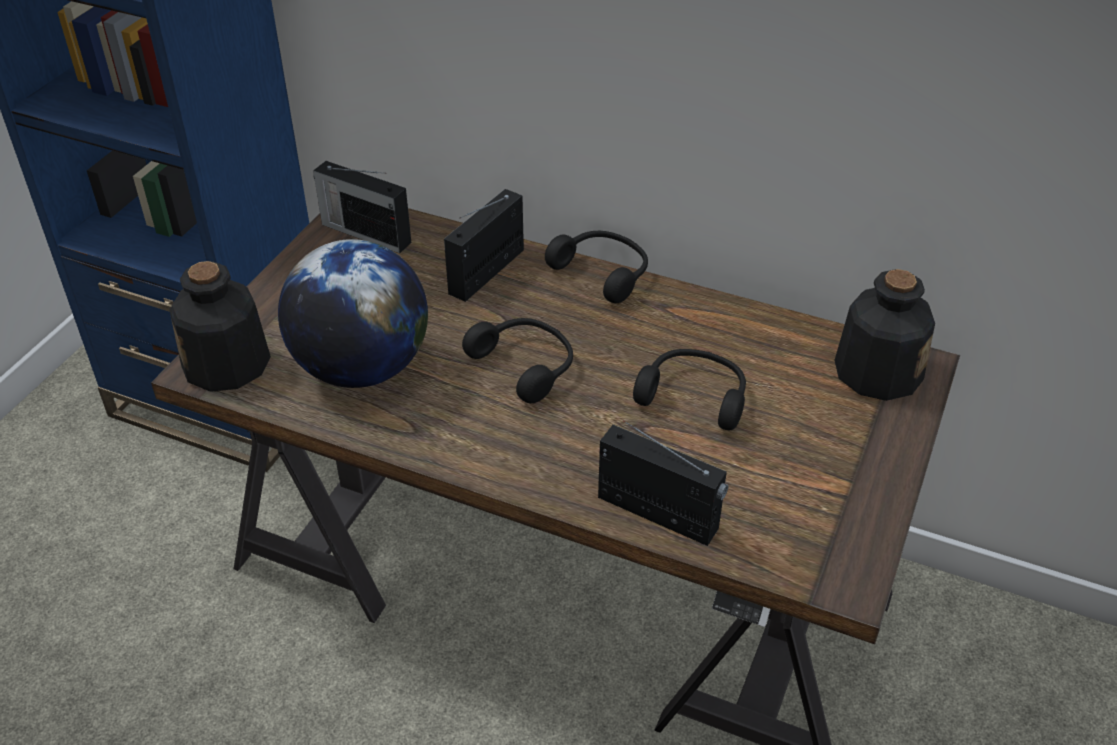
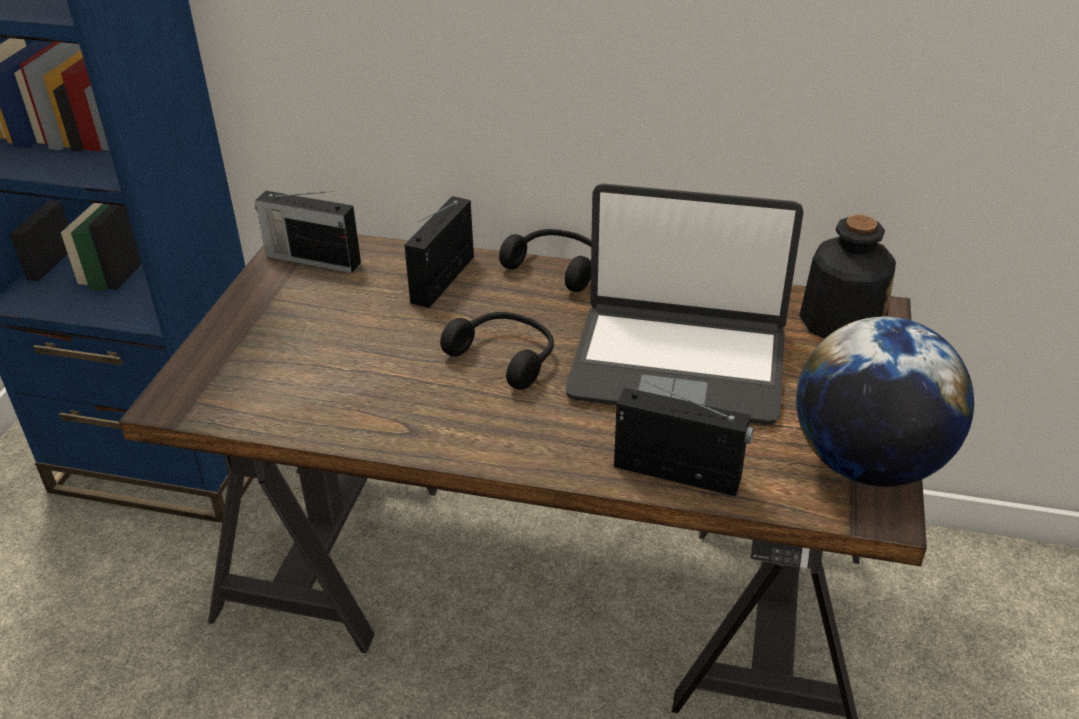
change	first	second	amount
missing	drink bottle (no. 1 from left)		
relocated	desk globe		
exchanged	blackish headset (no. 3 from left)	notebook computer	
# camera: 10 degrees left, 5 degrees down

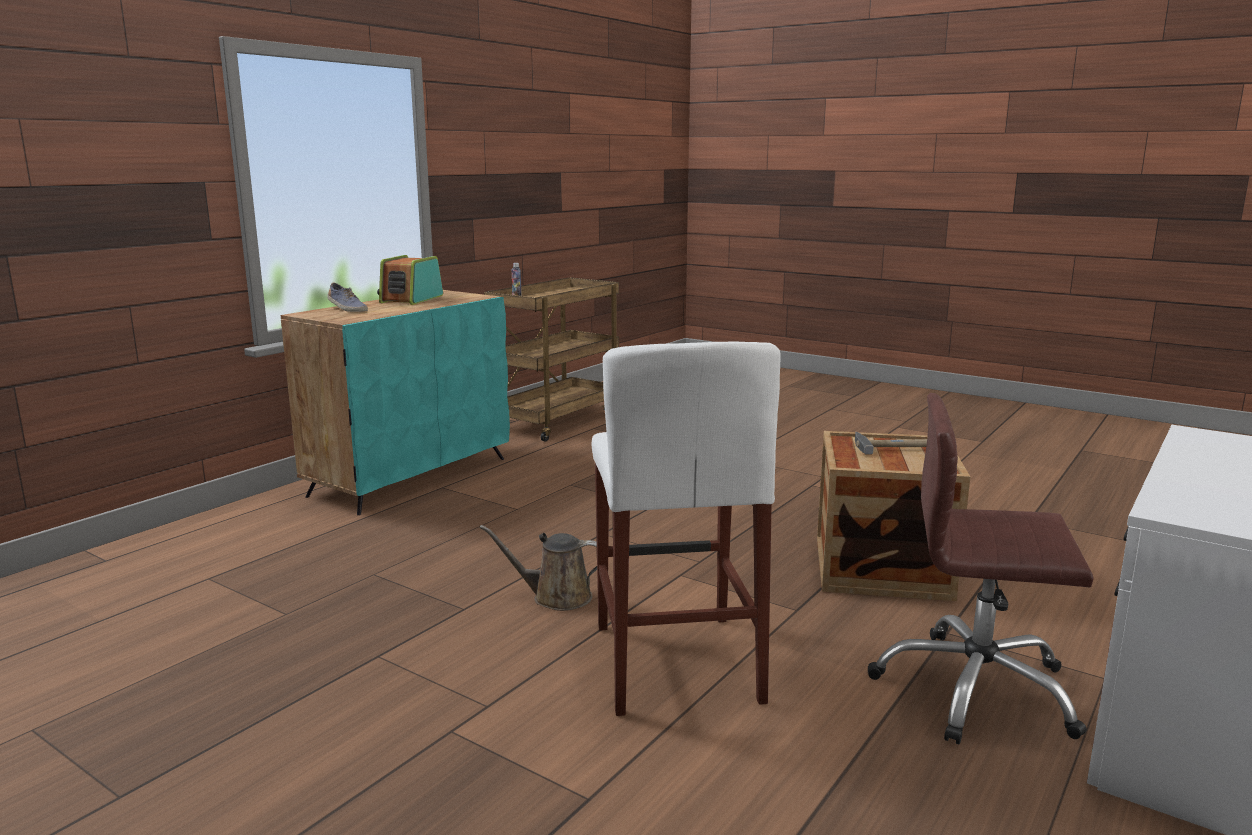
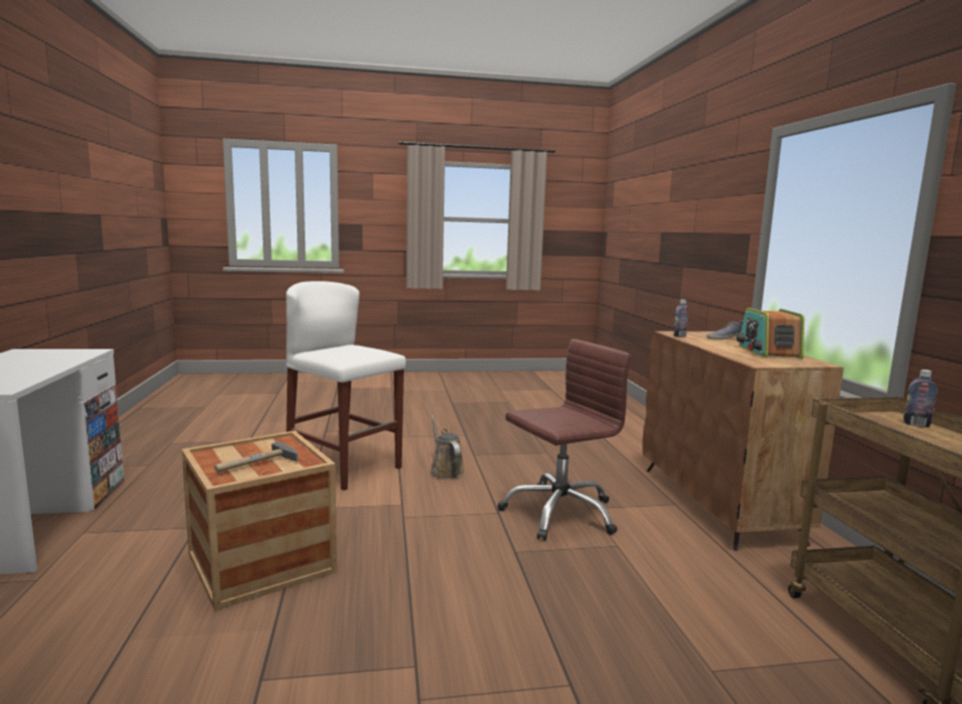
change	first	second	amount
colour	turquoise-coloured storage cabinet	brown-coloured storage cabinet	
spun	radio set		150 degrees counterclockwise
spun	brown-coloured sprinkling can		75 degrees counterclockwise
relocated	brown-coloured computer chair		
appeared		drink bottle (no. 1 from left)	
# camera: 135 degrees right, 5 degrees down

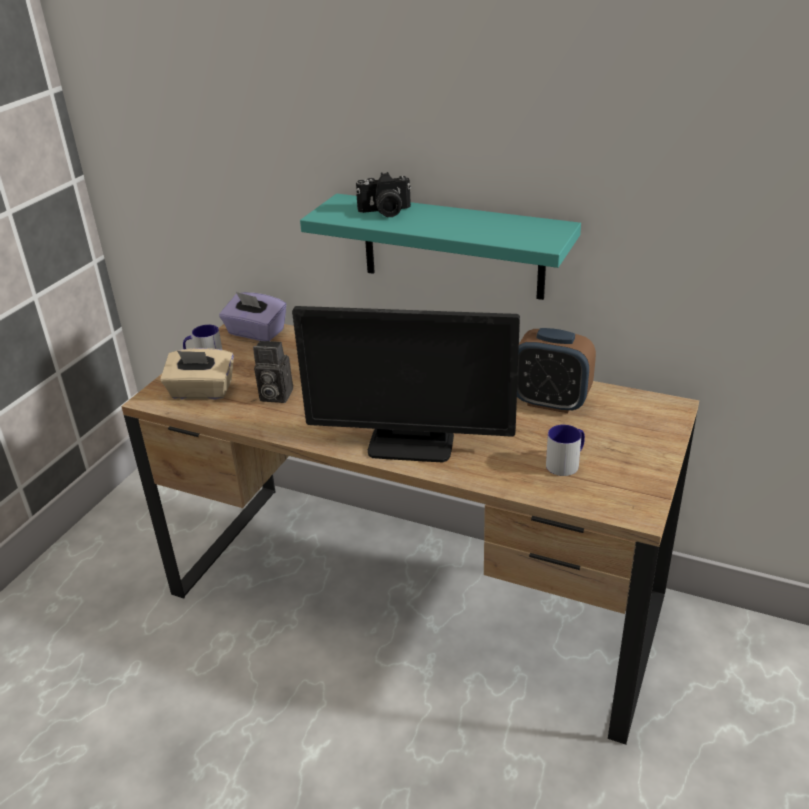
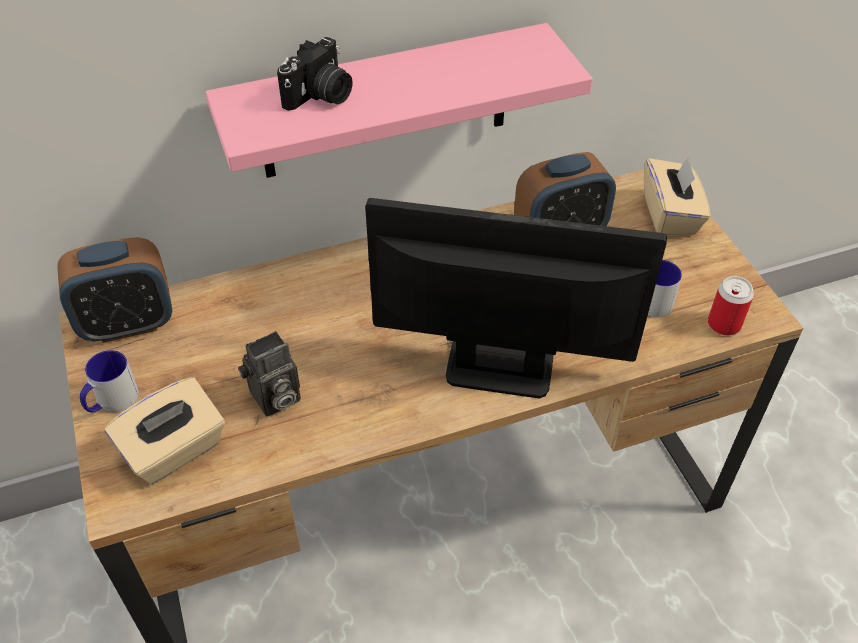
change	first	second	amount
exchanged	purplish box of tissues	table clock (no. 1 from left)	
spun	monitor		135 degrees counterclockwise
colour	turquoise-coloured wall shelf	pinkish wall shelf	
appeared		beige-coloured box of tissues (no. 2 from left)	
appeared		can	
# camera: 45 degrees left, 15 degrees up

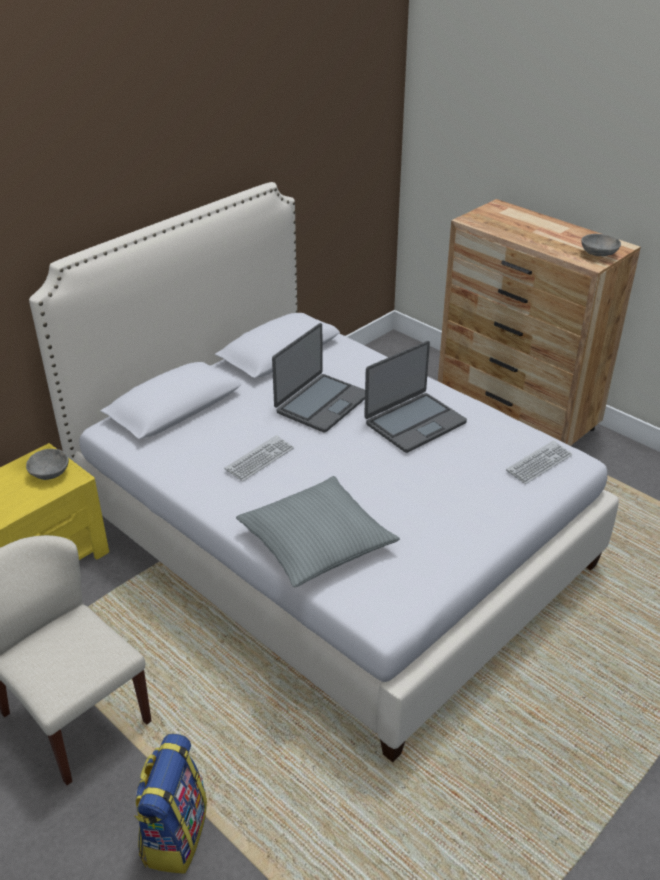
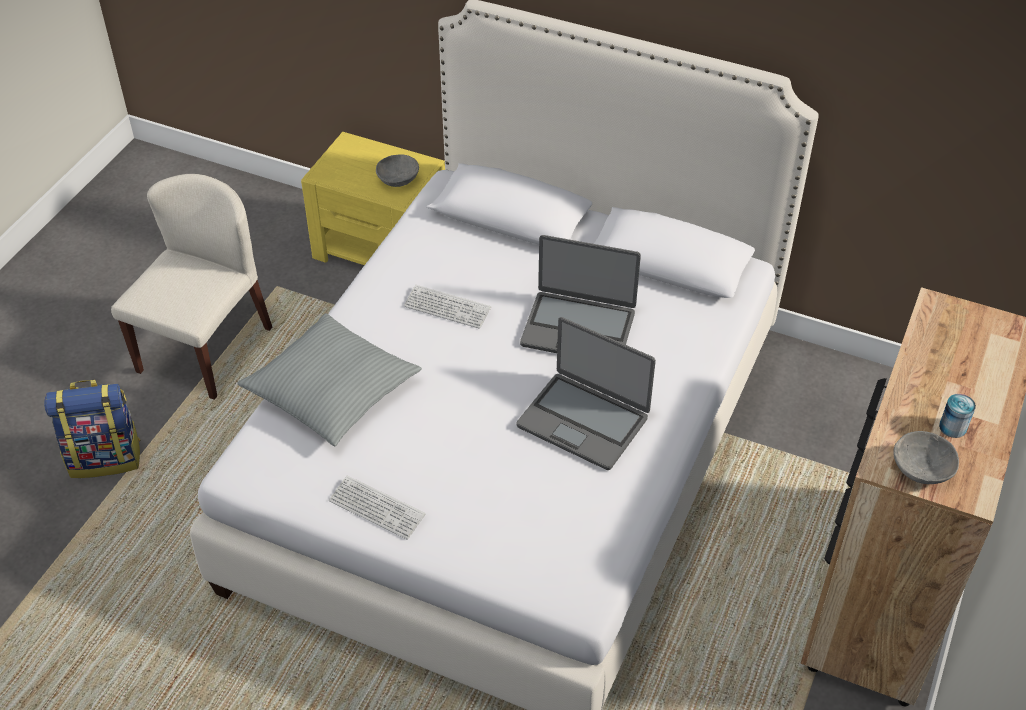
change	first	second	amount
relocated	computer keyboard (no. 2 from left in the first image)	computer keyboard (no. 1 from left)	
appeared		can	
# camera: 70 degrees right, 10 degrees up

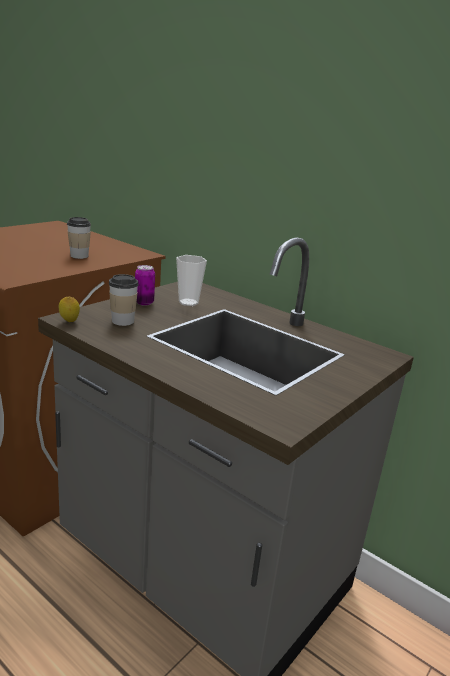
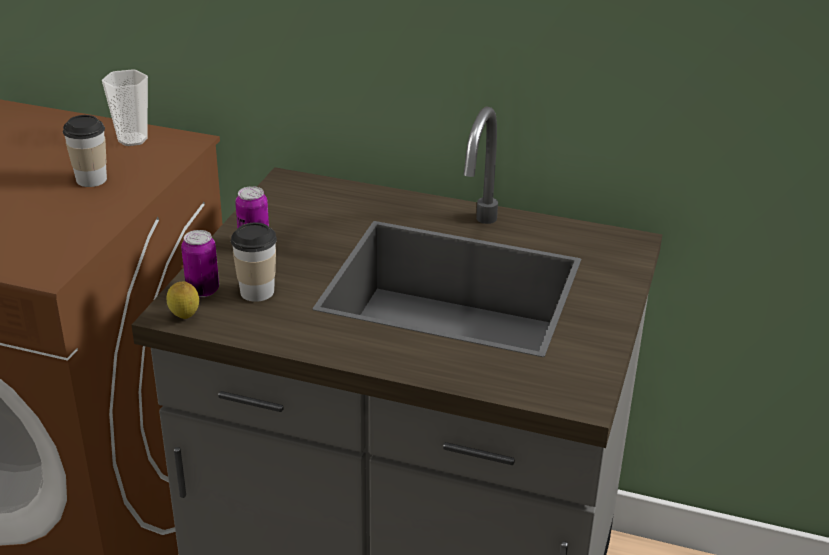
change	first	second	amount
relocated	cup (no. 3 from left in the first image)	cup (no. 2 from left)	
appeared		can (no. 1 from left)	
# camera: 20 degrees left, 10 degrees up

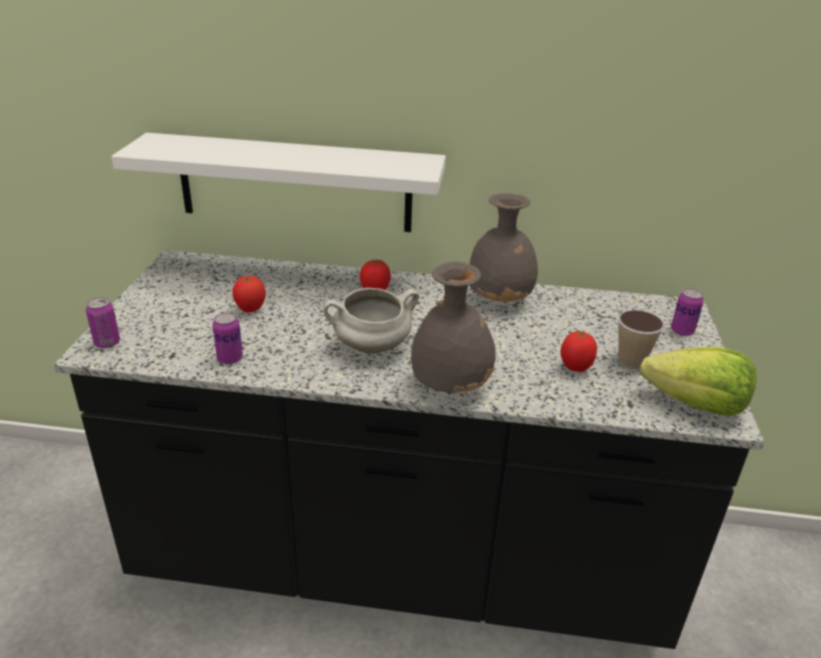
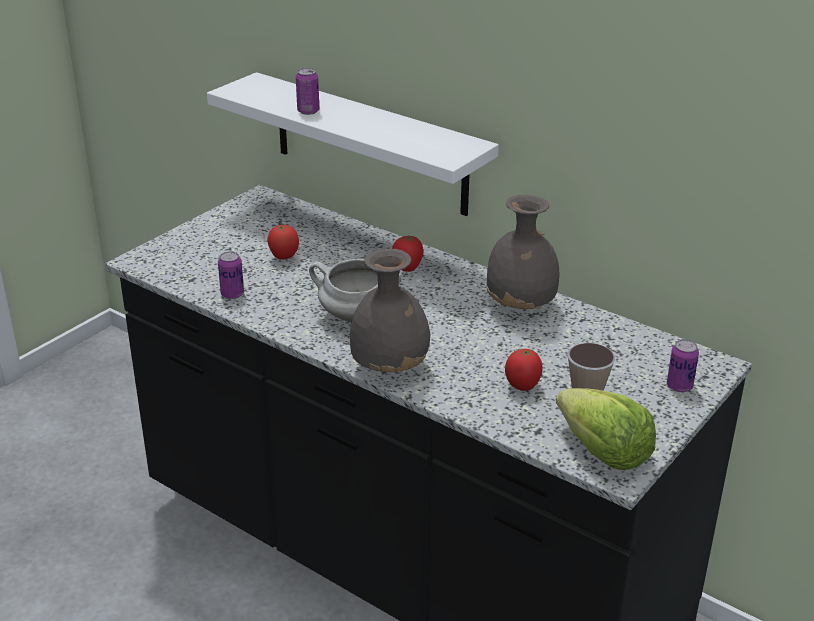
change	first	second	amount
relocated	can (no. 1 from left in the first image)	can (no. 2 from left)	
# camera: 30 degrees right, 0 degrees up

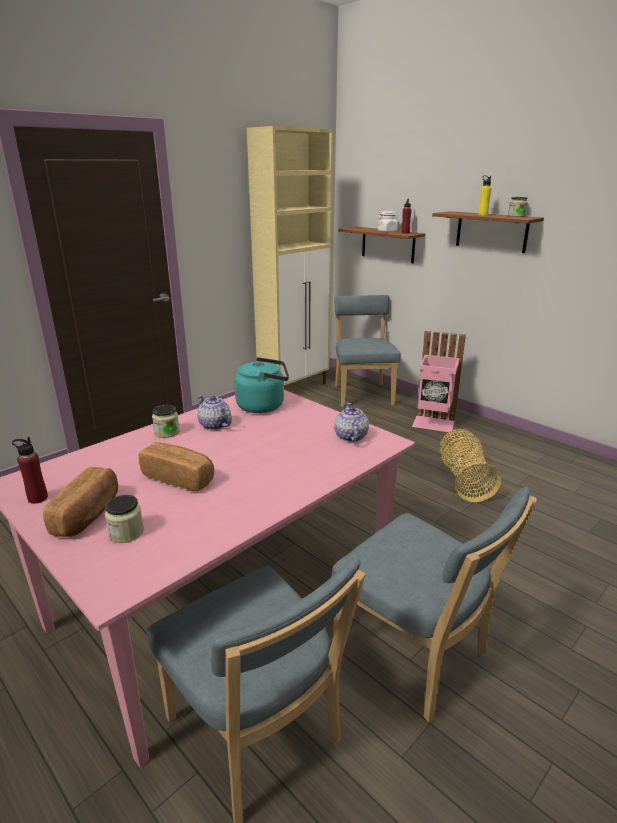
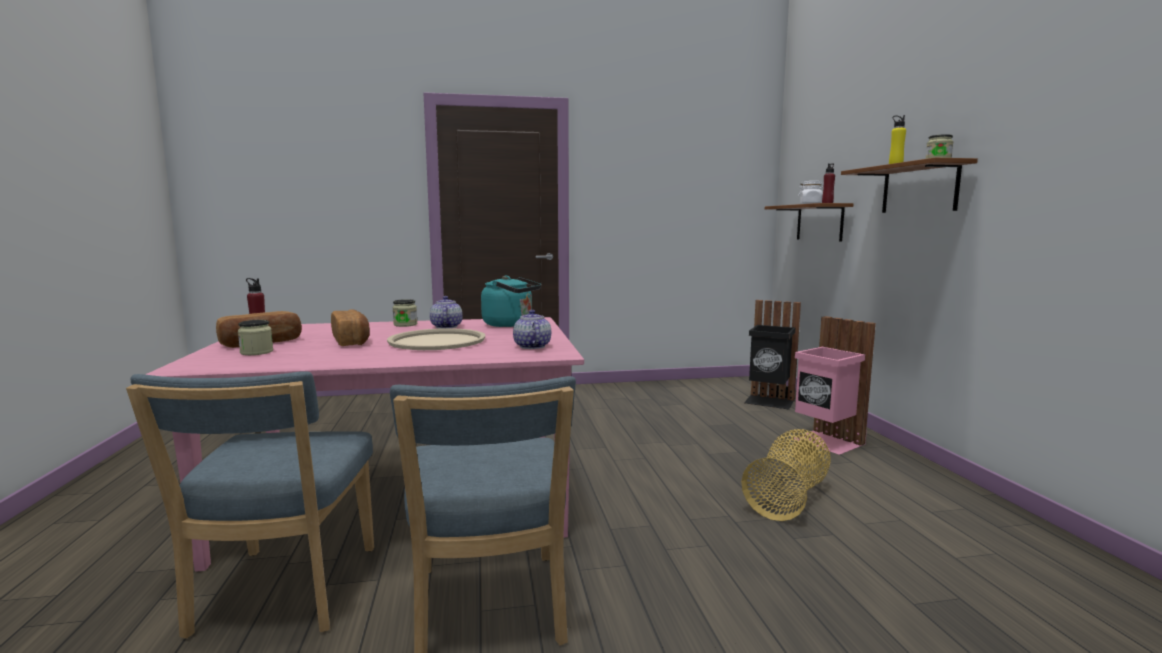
change	first	second	amount
missing	beige-coloured storage cabinet		
exchanged	bluish chair (no. 2 from left)	blackish waste bin	
spun	tea pot (no. 2 from left)		45 degrees counterclockwise
appeared		beige-coloured serving tray	
# camera: 35 degrees right, 15 degrees down

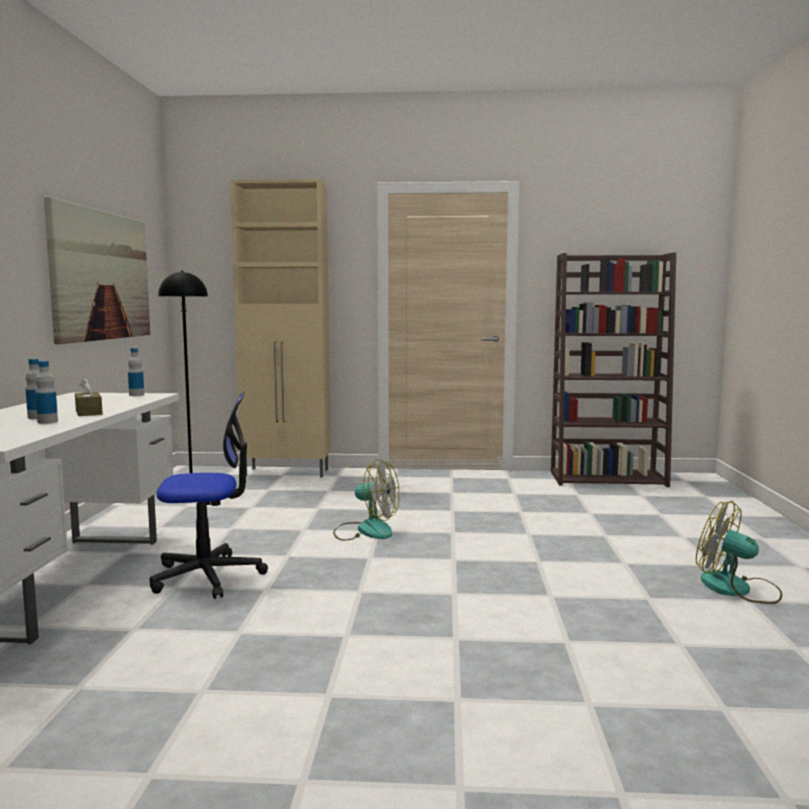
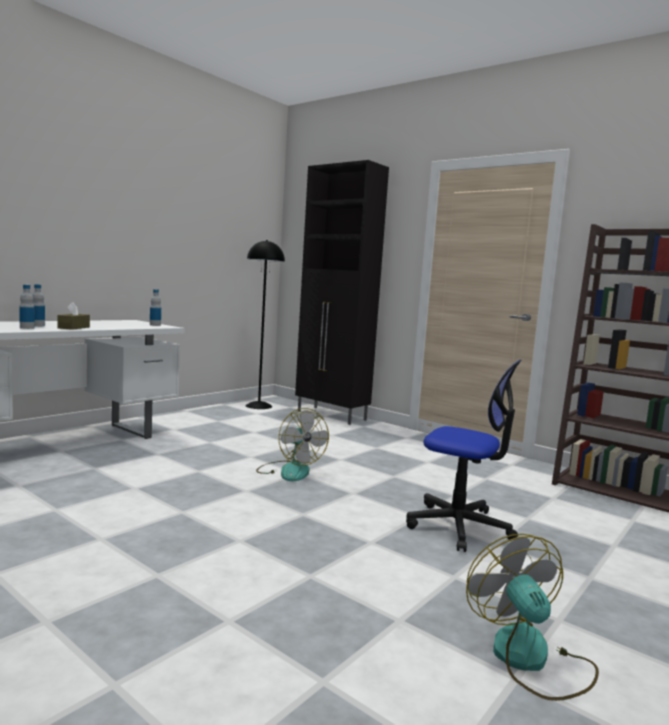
change	first	second	amount
missing	picture		
relocated	computer chair		
colour	beige-coloured storage cabinet	blackish storage cabinet	
# camera: 35 degrees right, 0 degrees up

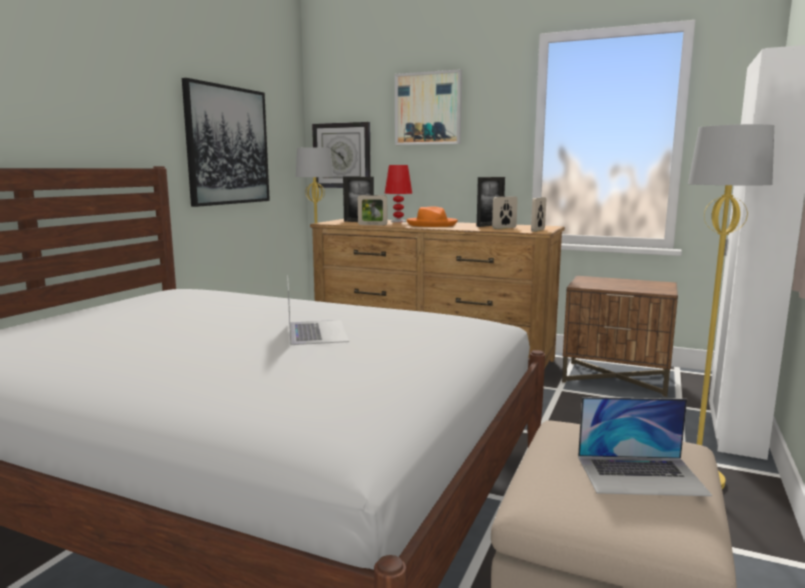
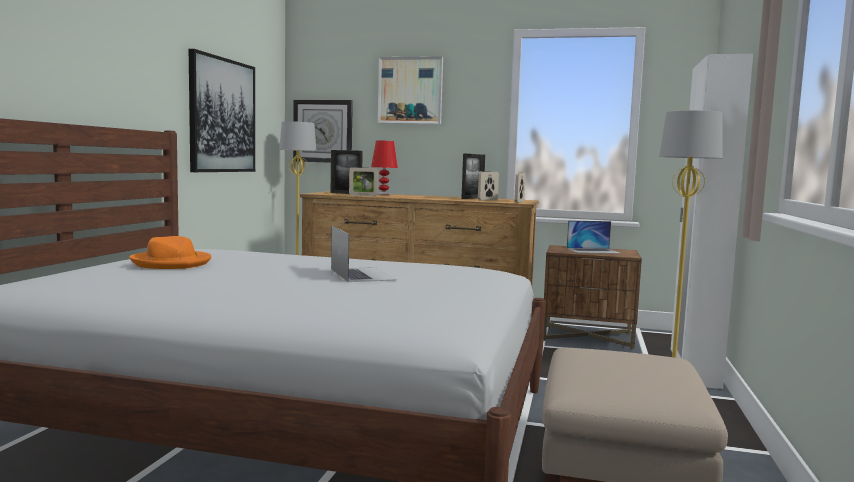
change	first	second	amount
relocated	orange clothing hat		
relocated	notebook computer (no. 2 from left)		
# camera: 10 degrees left, 5 degrees down

